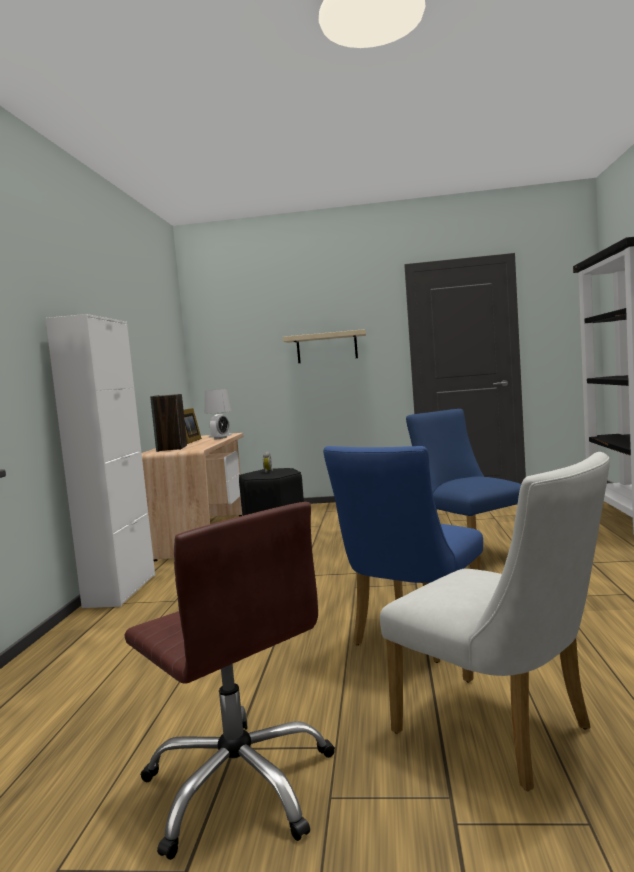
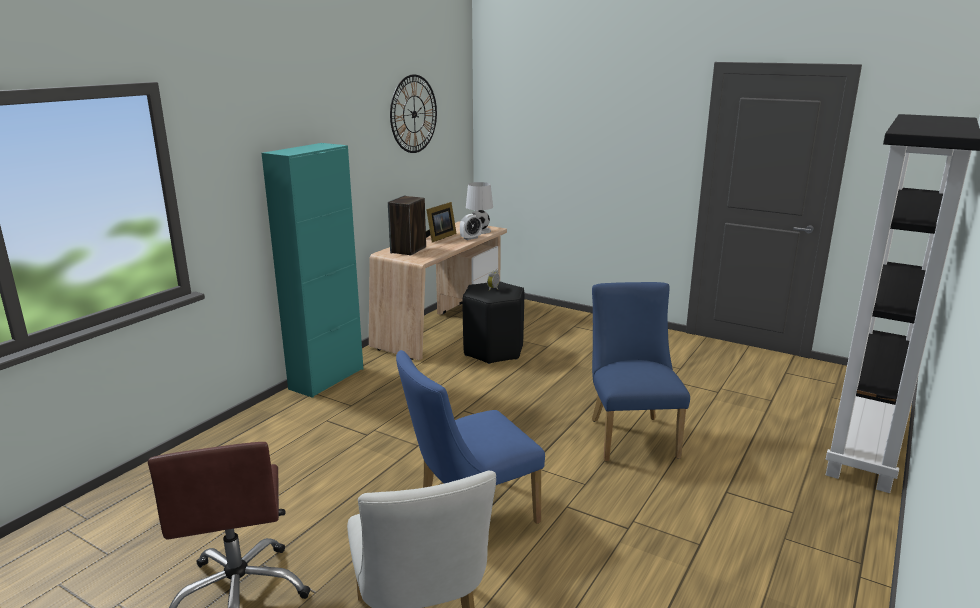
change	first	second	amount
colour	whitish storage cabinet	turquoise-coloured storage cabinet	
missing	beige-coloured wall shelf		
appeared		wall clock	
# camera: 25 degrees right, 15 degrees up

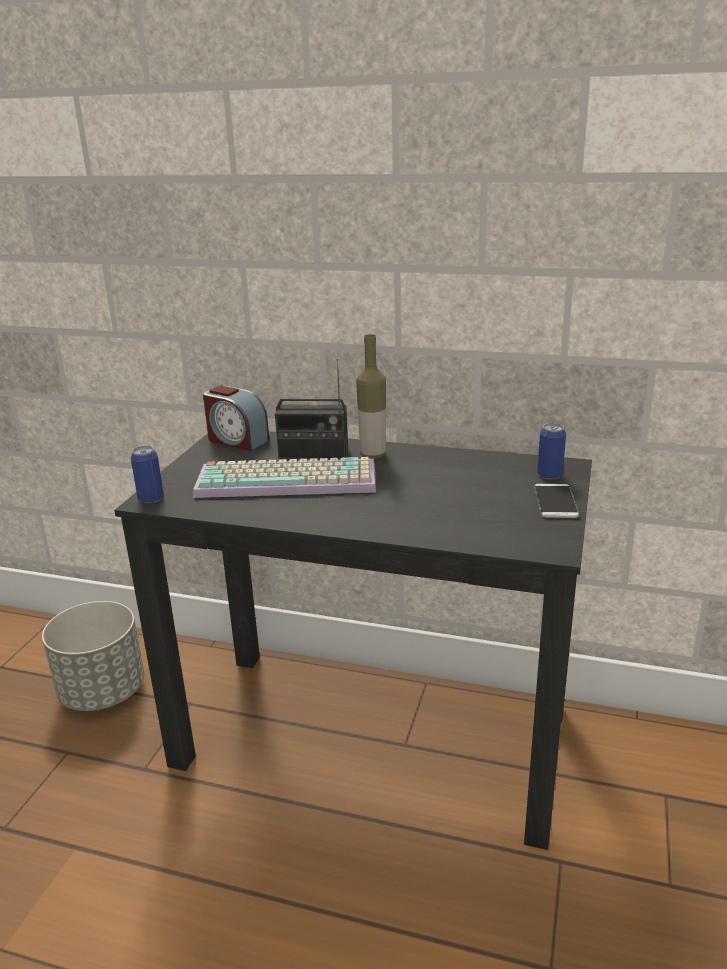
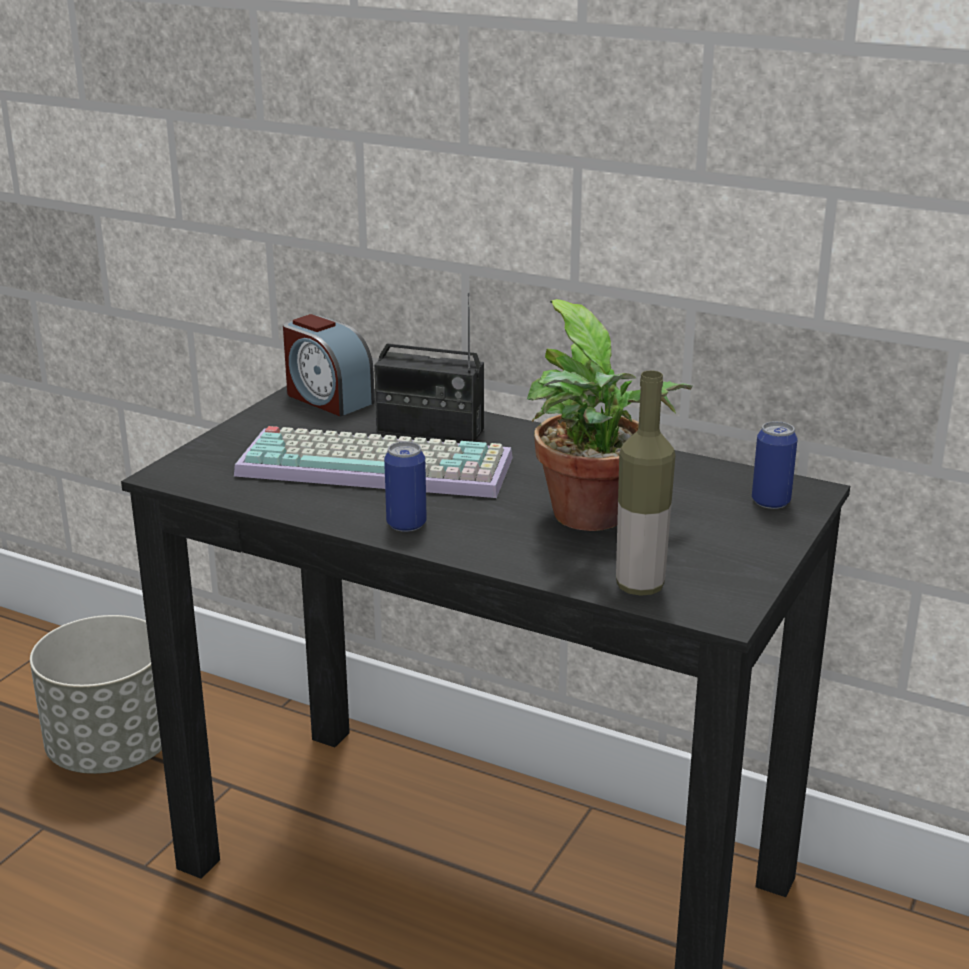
change	first	second	amount
relocated	can (no. 1 from left)		
relocated	drink bottle		
missing	telephone		
appeared		houseplant	
# camera: 10 degrees right, 0 degrees up

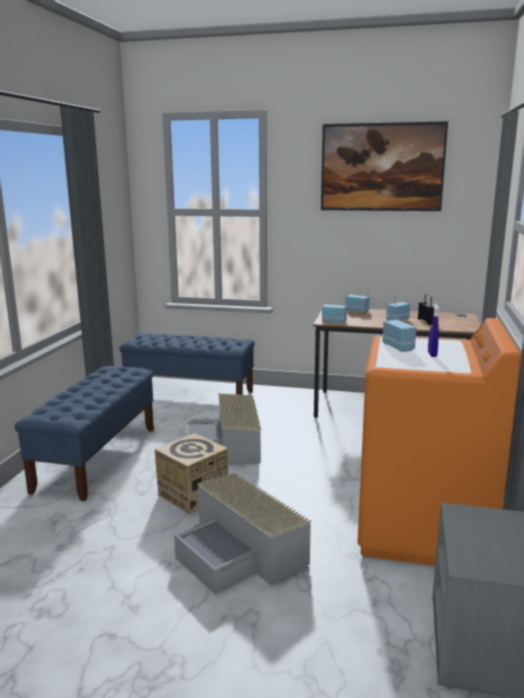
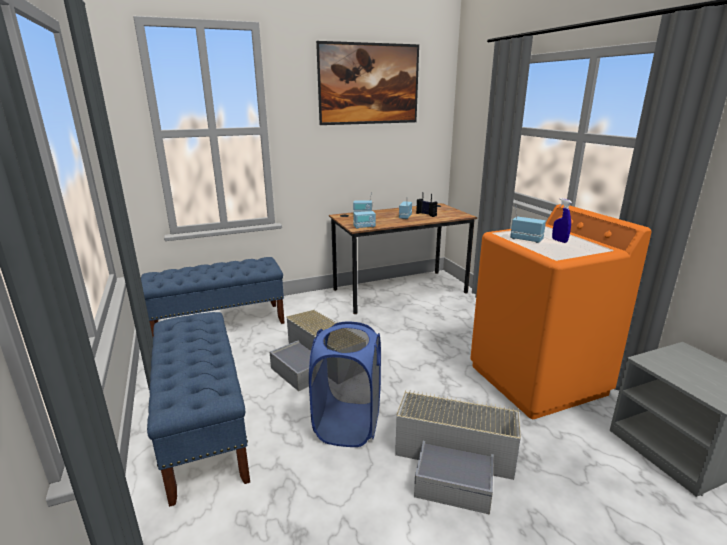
change	first	second	amount
exchanged	carton	bluish hamper	
# camera: 35 degrees left, 5 degrees up

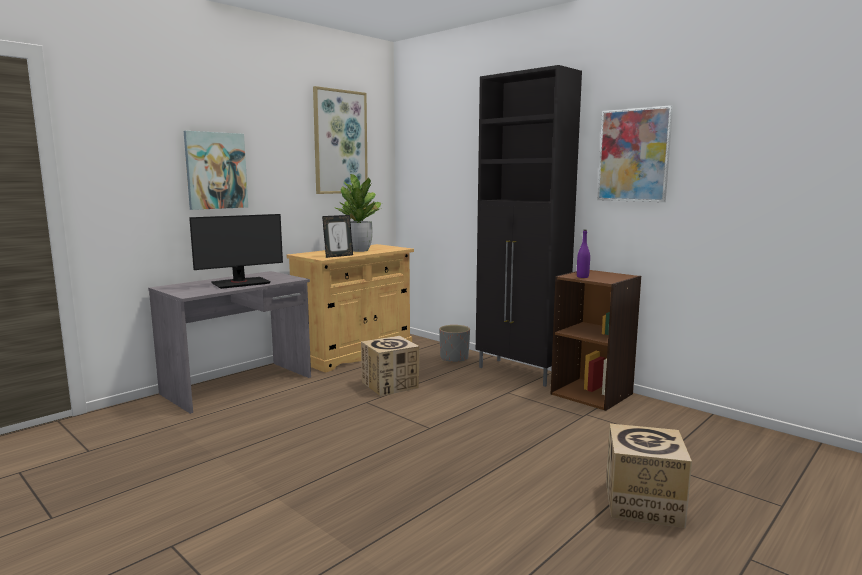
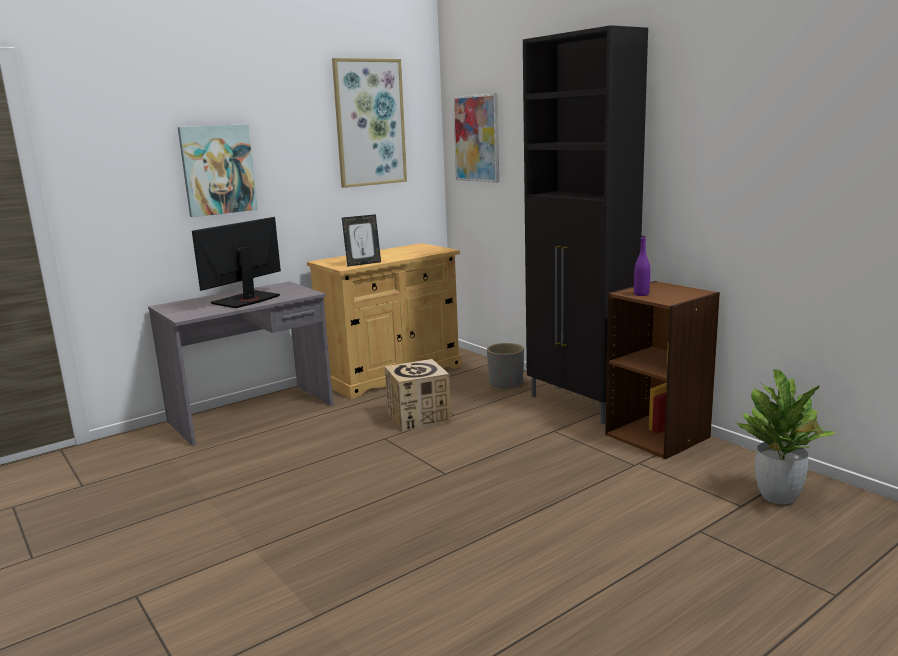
change	first	second	amount
spun	monitor		150 degrees clockwise
relocated	houseplant		
relocated	picture (no. 3 from left)		
missing	carton (no. 2 from left)		
# camera: 10 degrees right, 5 degrees up

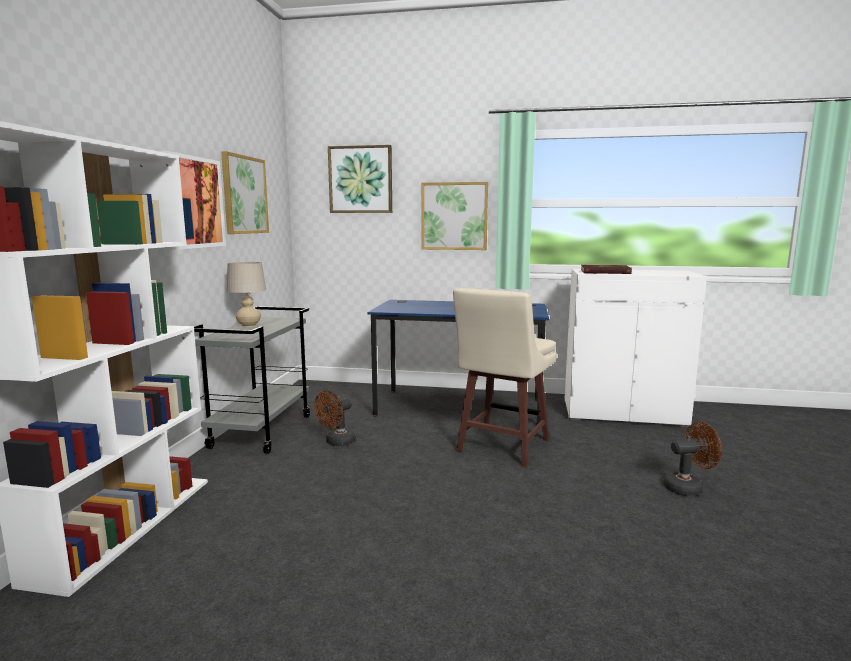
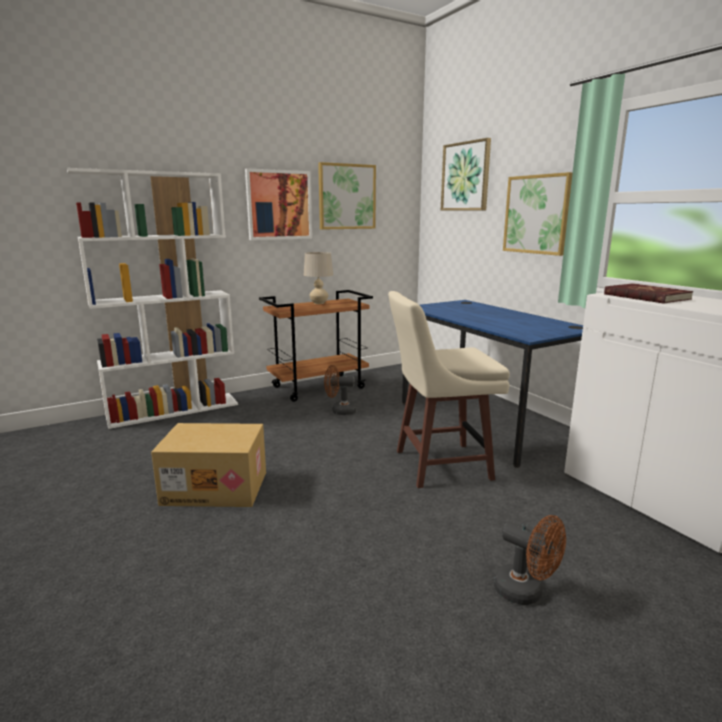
change	first	second	amount
colour	greyish wheeled cart	brown-coloured wheeled cart	
appeared		carton	
# camera: 50 degrees right, 5 degrees up

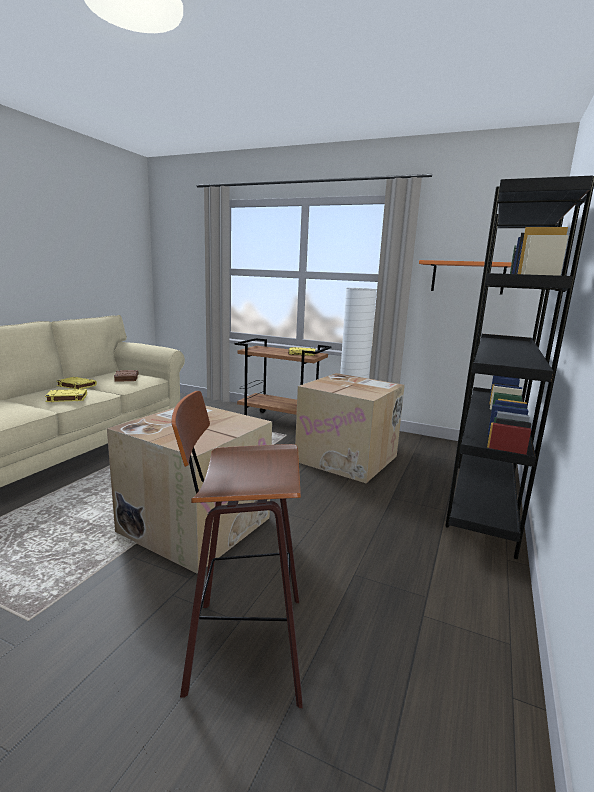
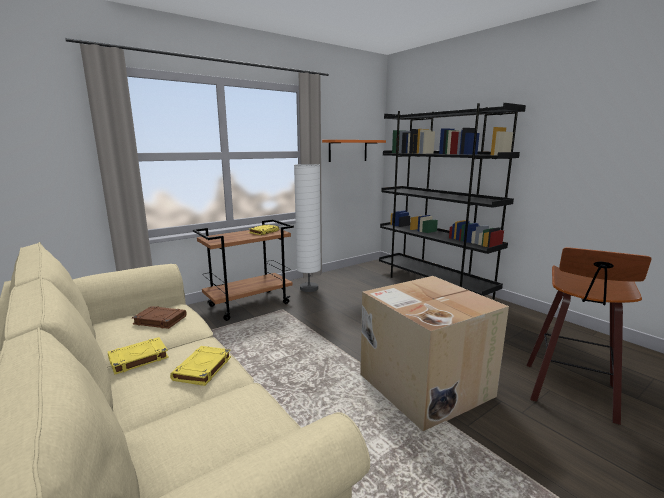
change	first	second	amount
missing	carton (no. 2 from left)		
# camera: 60 degrees left, 0 degrees up

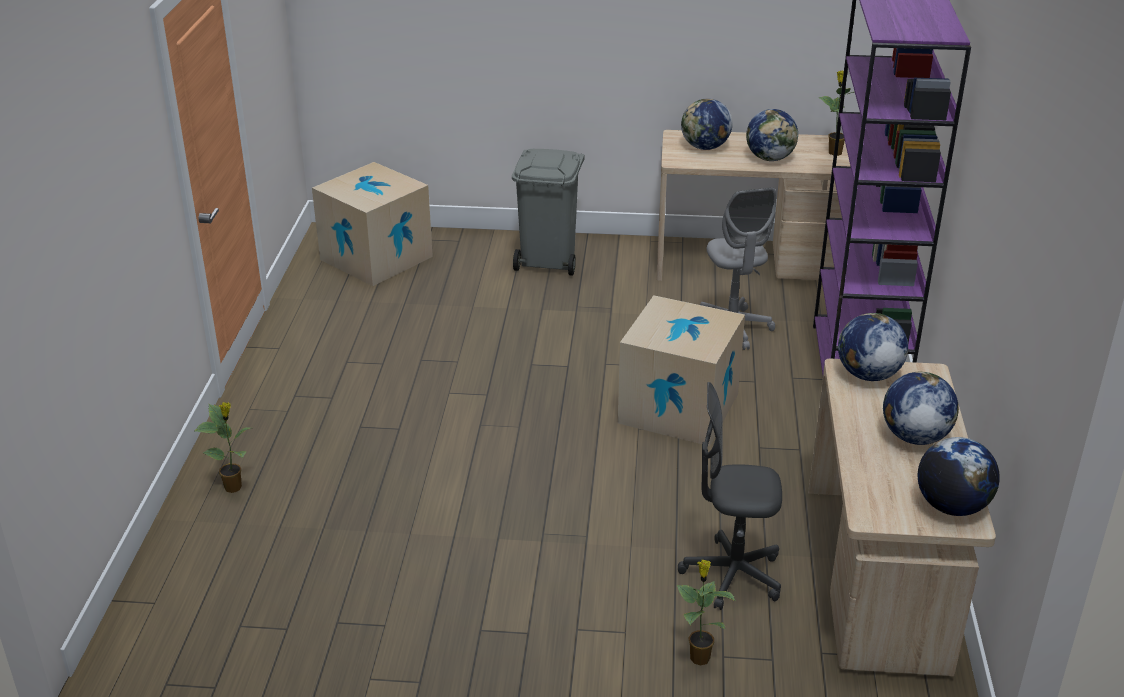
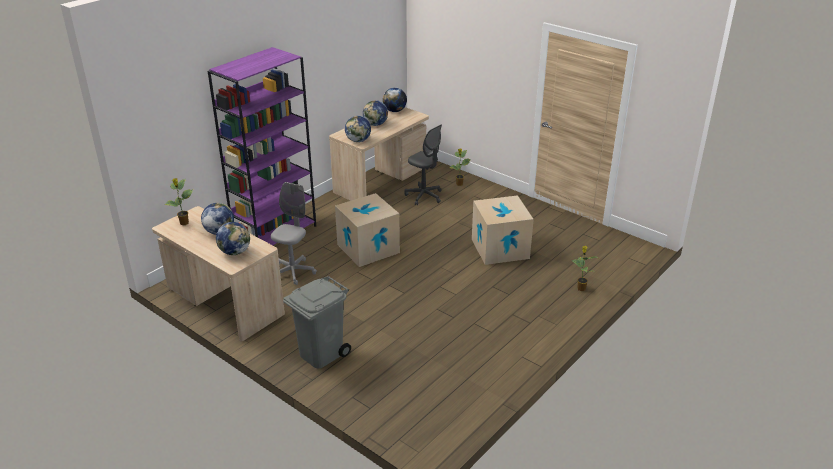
change	first	second	amount
relocated	carton (no. 1 from left in the first image)	carton (no. 2 from left)	
# camera: 145 degrees left, 0 degrees up

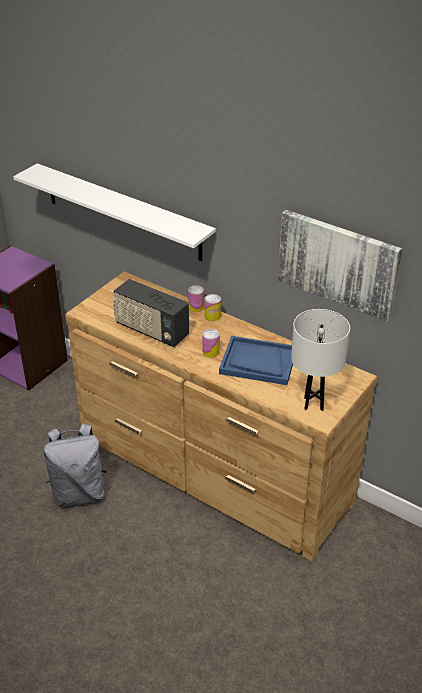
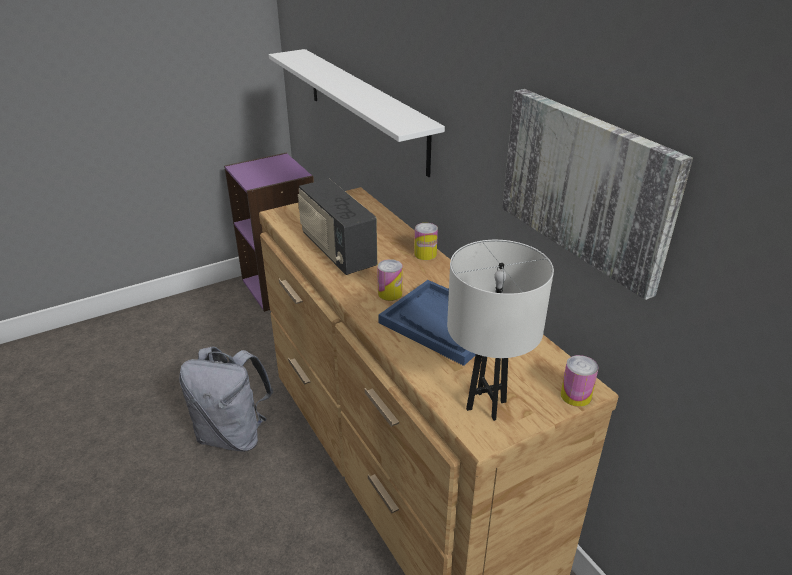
change	first	second	amount
relocated	can (no. 1 from left in the first image)	can (no. 3 from left)	
# camera: 25 degrees right, 5 degrees down

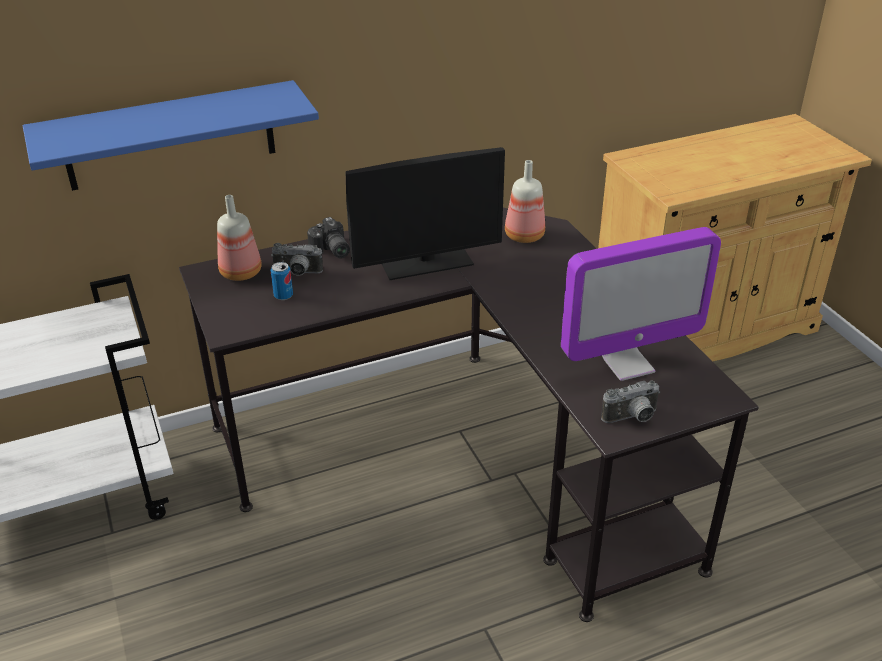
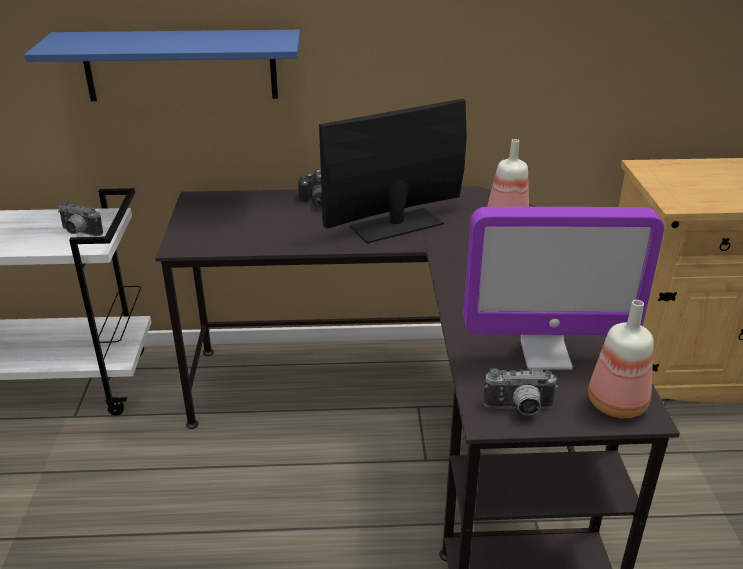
change	first	second	amount
relocated	drink bottle (no. 1 from left in the first image)	drink bottle (no. 2 from left)	
relocated	photo camera (no. 1 from left)		
missing	can		
spun	monitor (no. 1 from left)		150 degrees clockwise
# camera: 20 degrees right, 5 degrees down

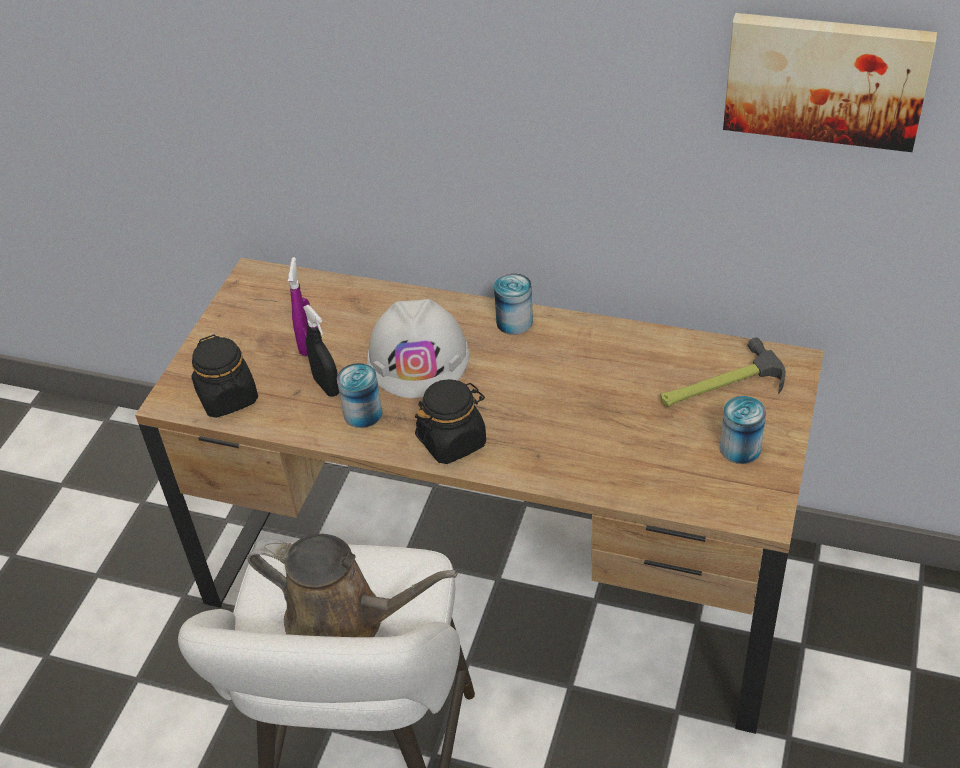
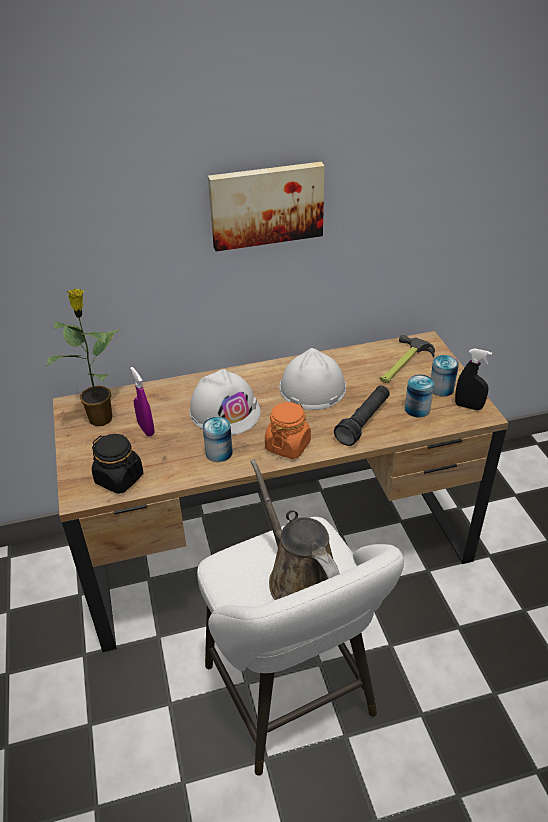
change	first	second	amount
spun	brown-coloured sprinkling can		105 degrees counterclockwise
relocated	blackish hand sprayer		
colour	blackish storage jar (no. 2 from left)	orange storage jar	
relocated	can (no. 2 from left)		
relocated	picture		
appeared		houseplant	
appeared		whitish safety helmet (no. 2 from left)	
appeared		blackish hand torch	
# camera: 35 degrees left, 5 degrees down

